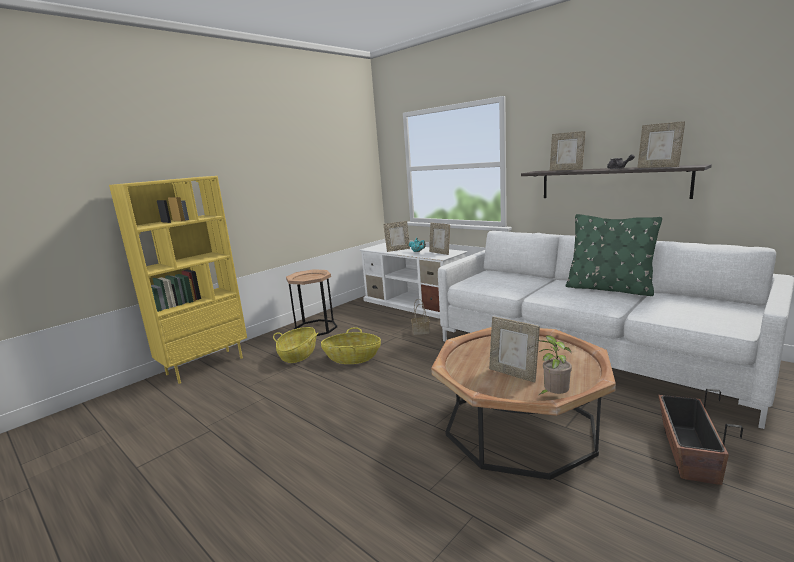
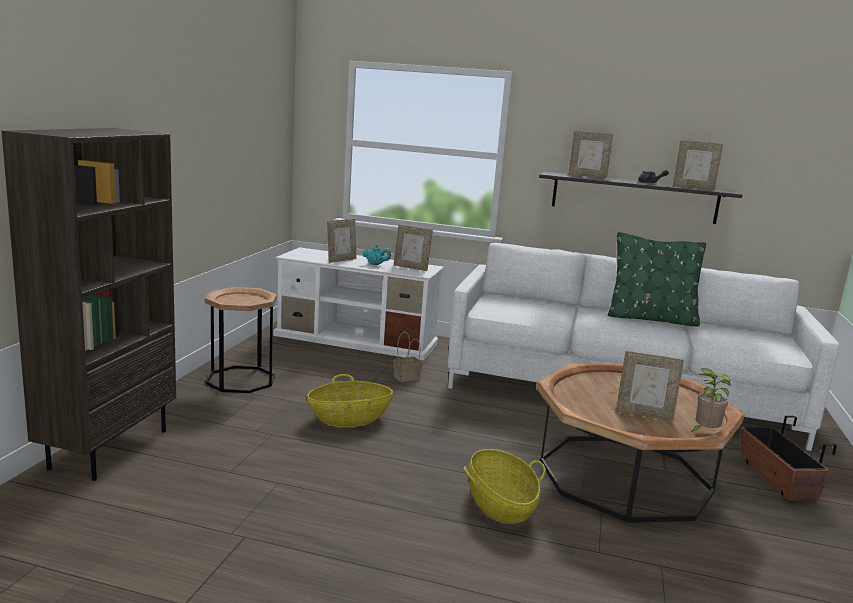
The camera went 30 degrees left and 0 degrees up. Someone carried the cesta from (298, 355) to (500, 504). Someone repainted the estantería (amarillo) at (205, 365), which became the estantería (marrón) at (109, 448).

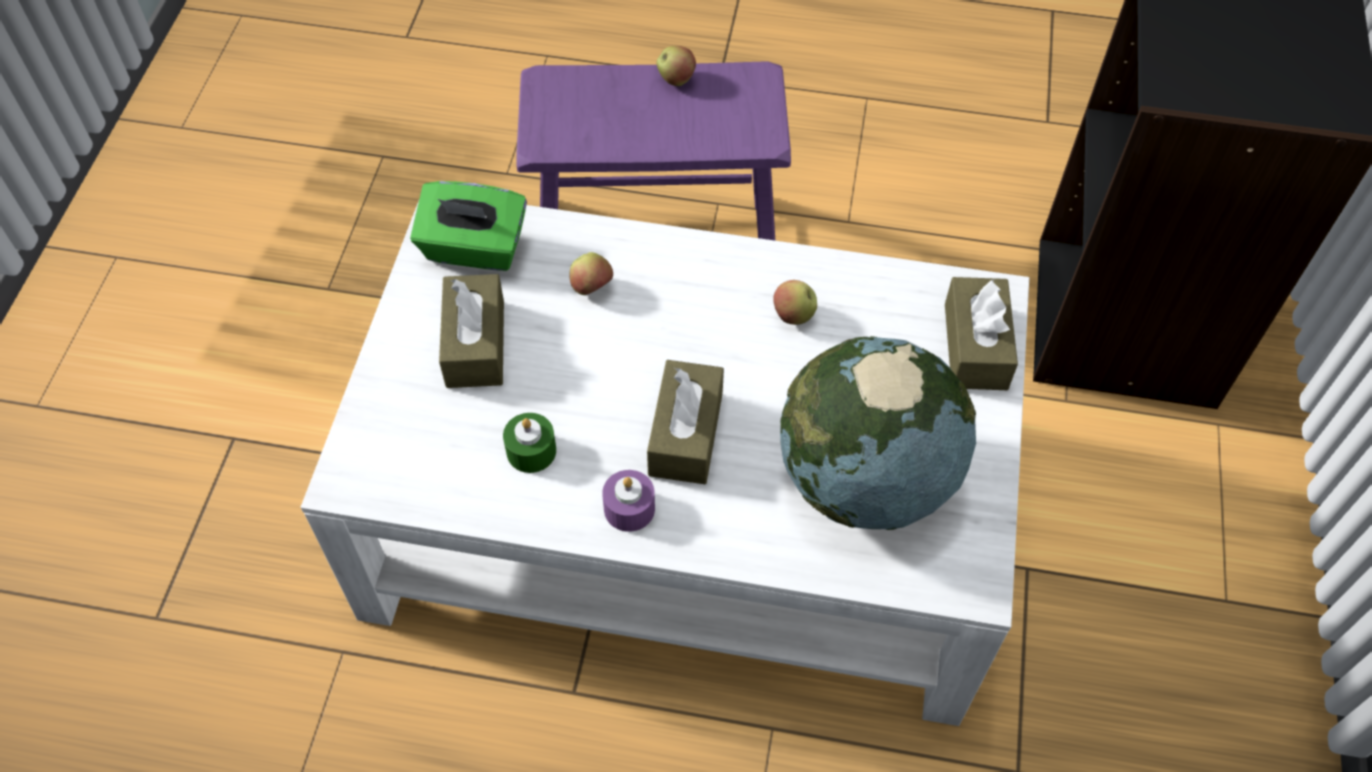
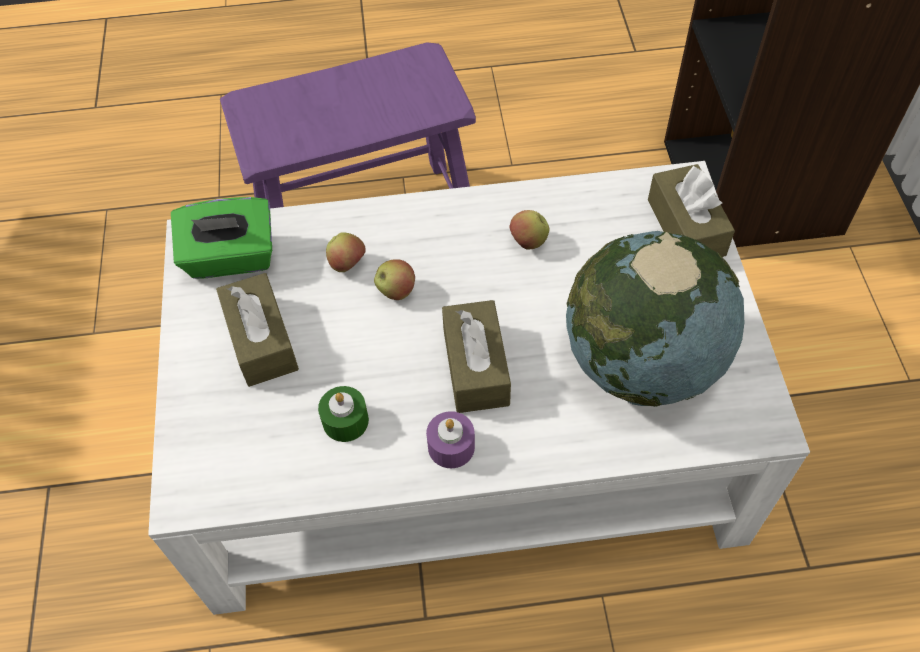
The camera went 15 degrees left and 0 degrees up. Someone carried the manzana from (676, 80) to (396, 291).

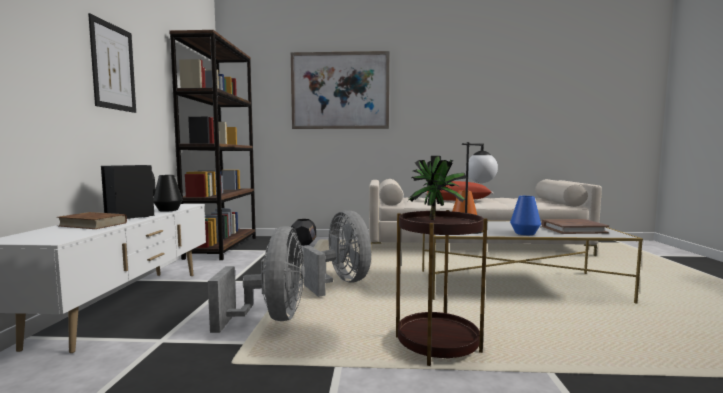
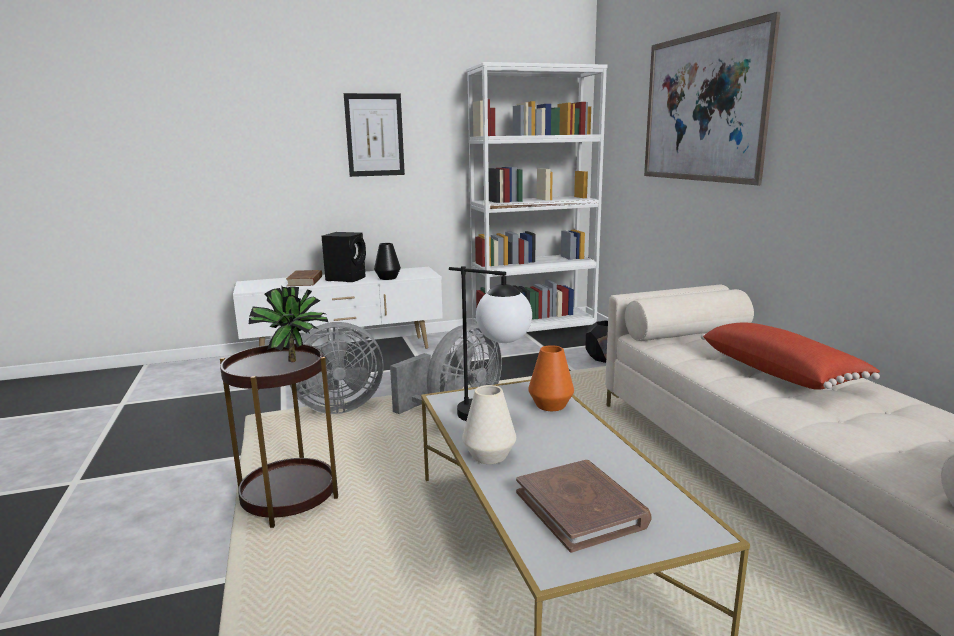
The camera went 70 degrees right and 10 degrees up. Someone repainted the estantería (marrón) at (222, 247), which became the estantería (blanco) at (534, 330). Someone repainted the florero (azul) at (524, 233), which became the florero (blanco) at (489, 455).

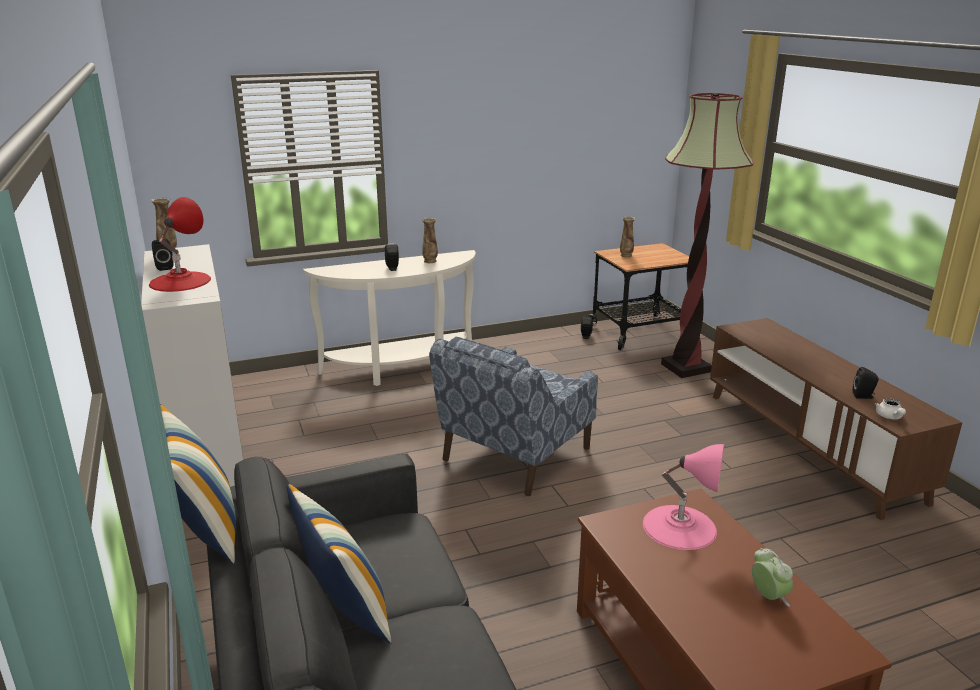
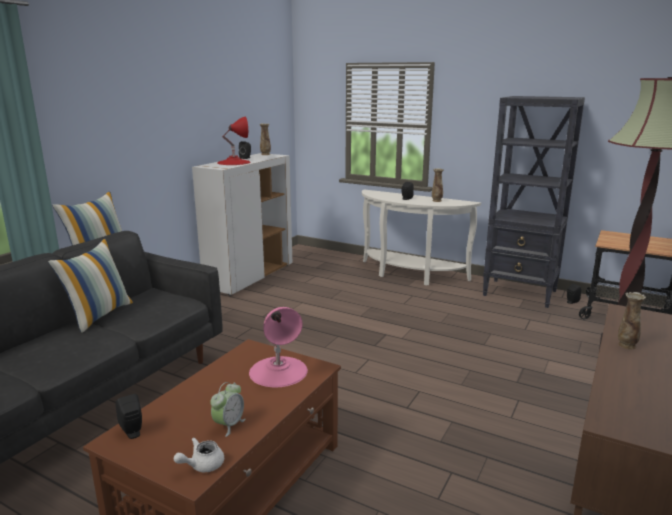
The camera went 50 degrees right and 5 degrees down. Someone took away the sillón (azul) at (514, 456). Someone put down the estantería (negro) at (520, 293). Someone carried the florero from (626, 256) to (626, 345). Someone carried the altavoz (negro) from (864, 396) to (133, 432). Someone carried the tetera (blanco) from (889, 417) to (202, 465).

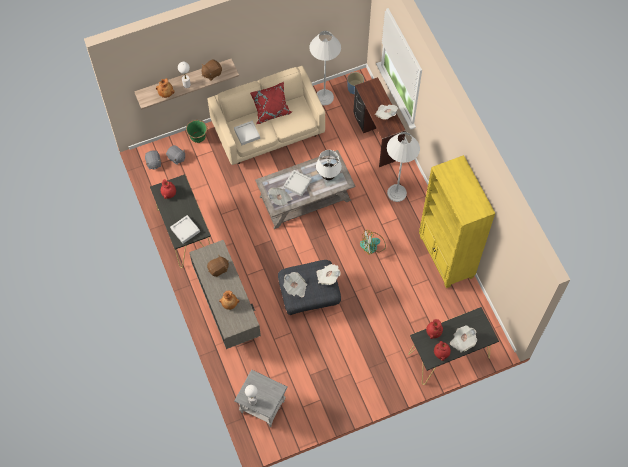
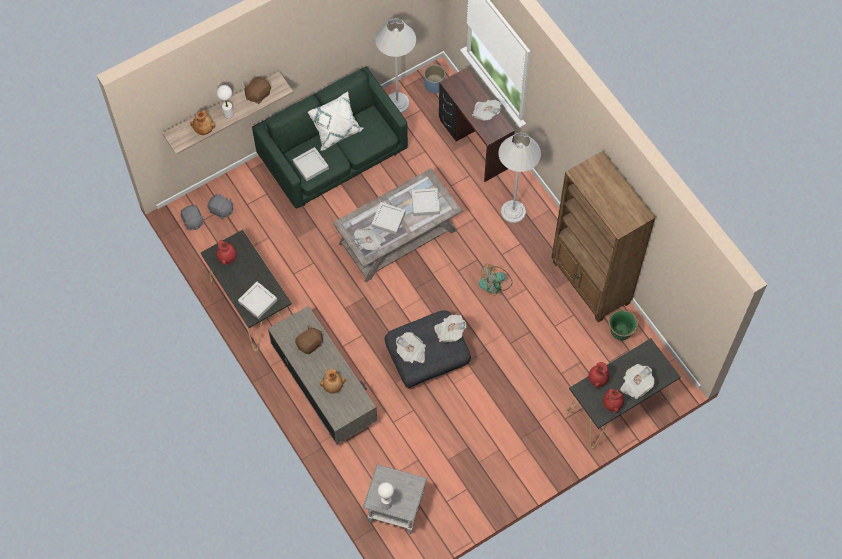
The camera went 10 degrees left and 0 degrees up. Someone carried the maceta (verde) from (198, 137) to (620, 332). Someone swapped the lámpara de mesa (blanco) at (328, 176) for the bandeja (gris) at (425, 203). Someone repainted the sofá (beis) at (268, 131), which became the sofá (verde) at (334, 157). Someone repainted the cojín (rojo) at (271, 111), which became the cojín (blanco) at (336, 131). Someone repainted the estantería (amarillo) at (446, 257), which became the estantería (marrón) at (590, 283).

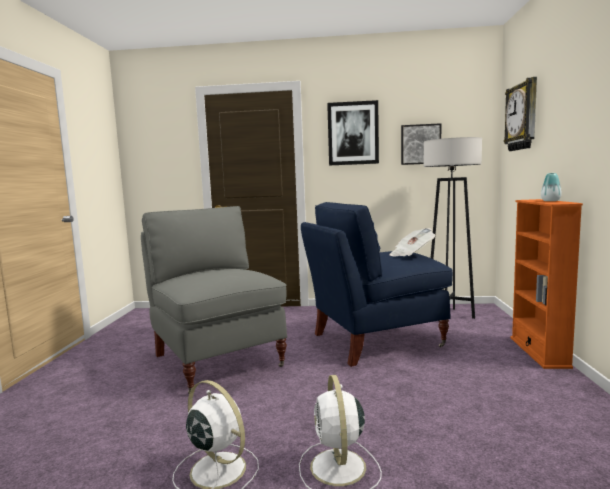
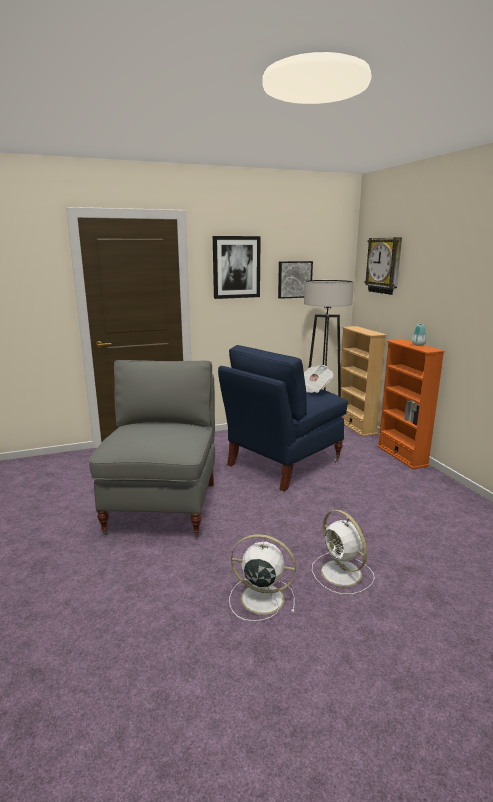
The camera went 25 degrees left and 10 degrees up. Someone put down the estantería (beis) at (355, 426). Someone rotated the sillón (gris) at (217, 360) by 60 degrees clockwise.

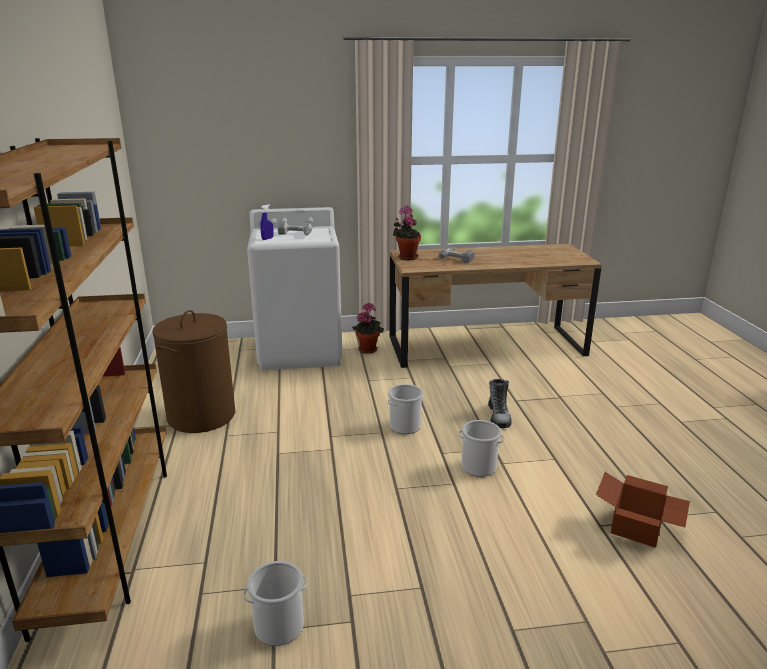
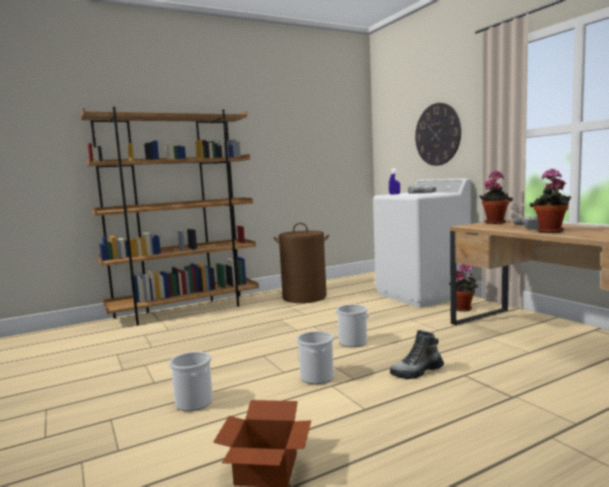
The camera went 70 degrees right and 15 degrees down. Someone put up the reloj de pared at (437, 134). Someone put down the planta en maceta at (550, 232). Someone carried the cubo from (278, 627) to (193, 402).

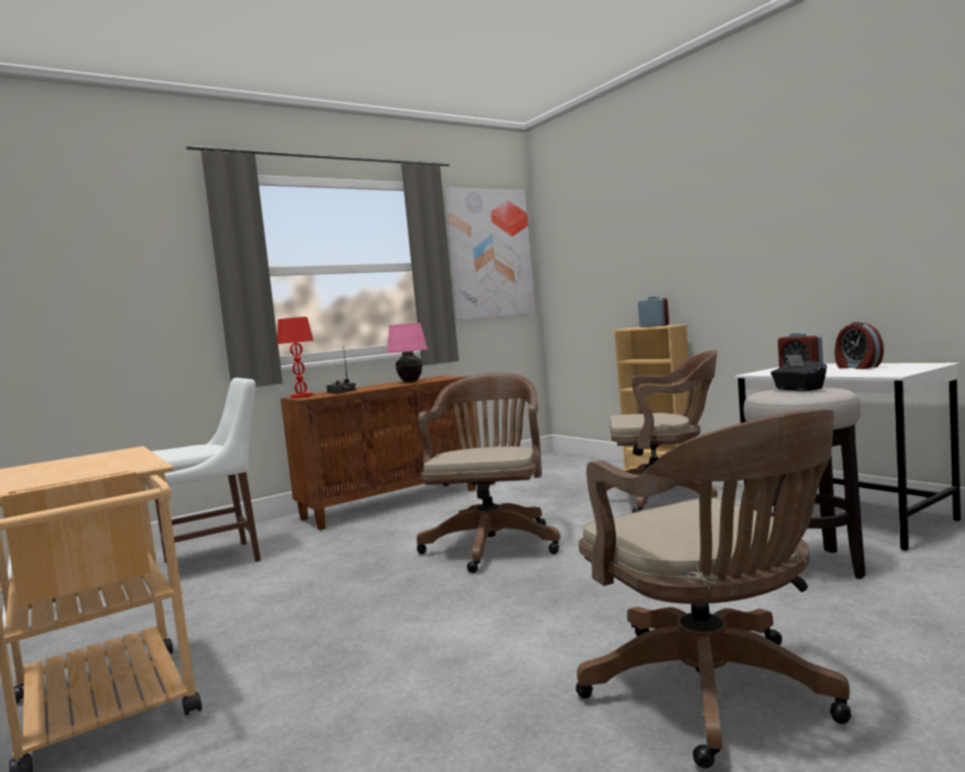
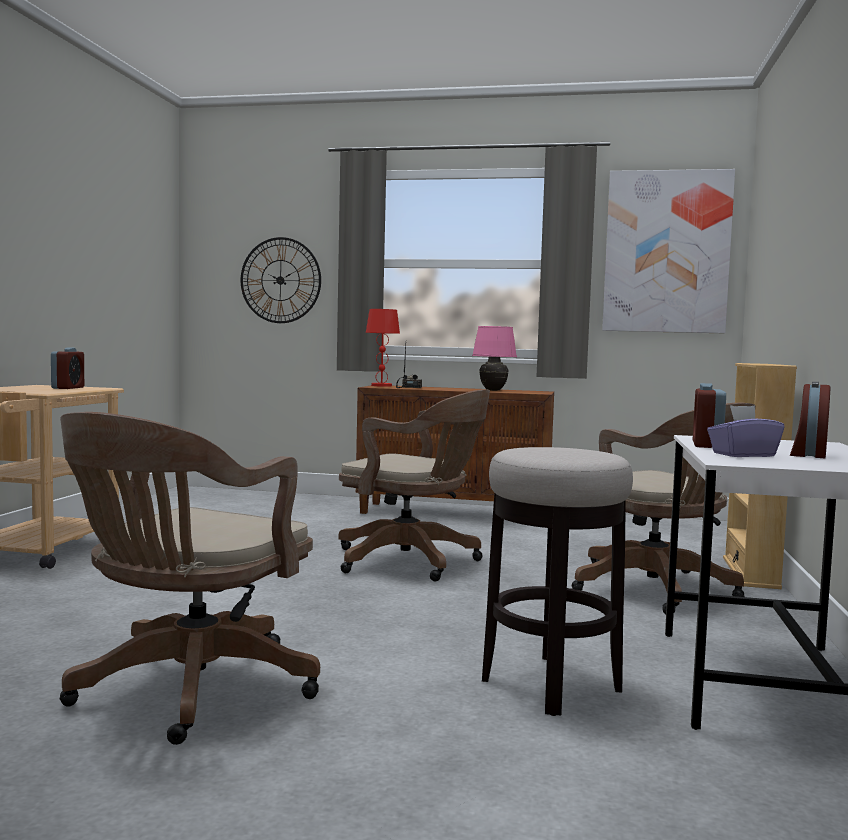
The camera went 45 degrees right and 0 degrees up. Someone took away the silla (blanco) at (218, 560). Someone took away the caja de pañuelos (negro) at (798, 389). Someone put up the reloj de pared at (280, 280). Someone put down the caja de pañuelos (morado) at (743, 455). Someone carried the despertador from (654, 326) to (68, 388). Someone rotated the silla de oficina (marrón) at (493, 543) by 60 degrees clockwise.

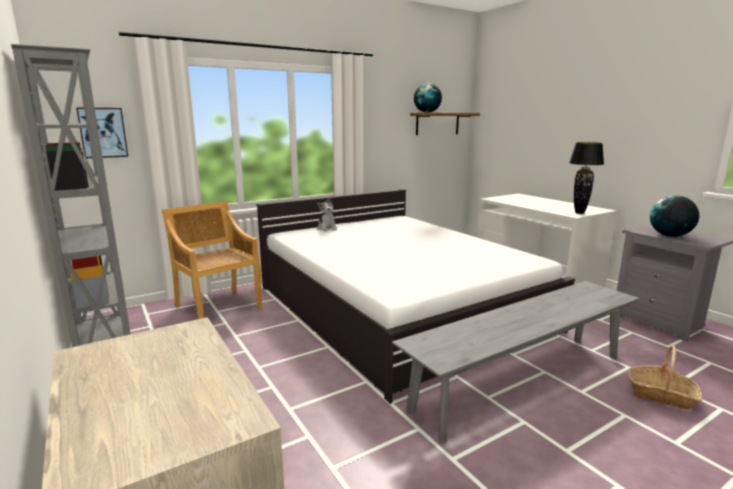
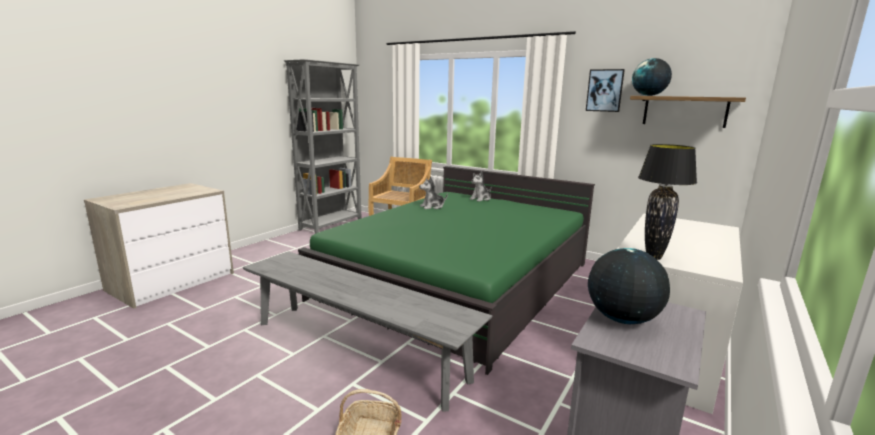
The camera went 65 degrees right and 0 degrees up. Someone put down the peluche at (432, 207). Someone carried the cuadro from (103, 132) to (604, 90). Someone repainted the cama (blanco) at (396, 307), which became the cama (verde) at (459, 280).

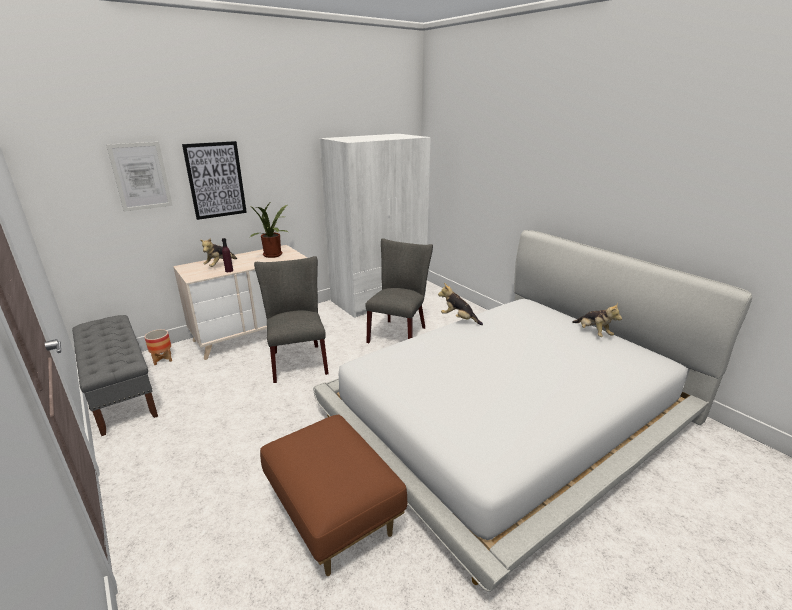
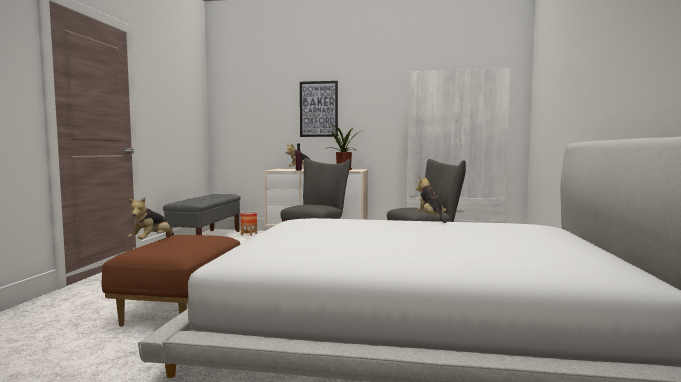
The camera went 45 degrees right and 20 degrees down. Someone took away the cuadro at (141, 176). Someone carried the peluche from (593, 333) to (152, 241).

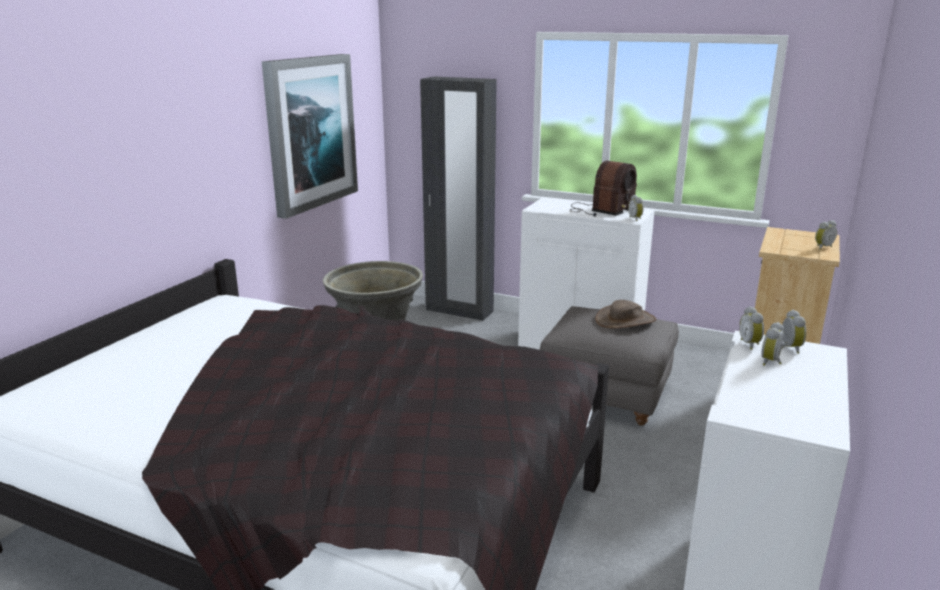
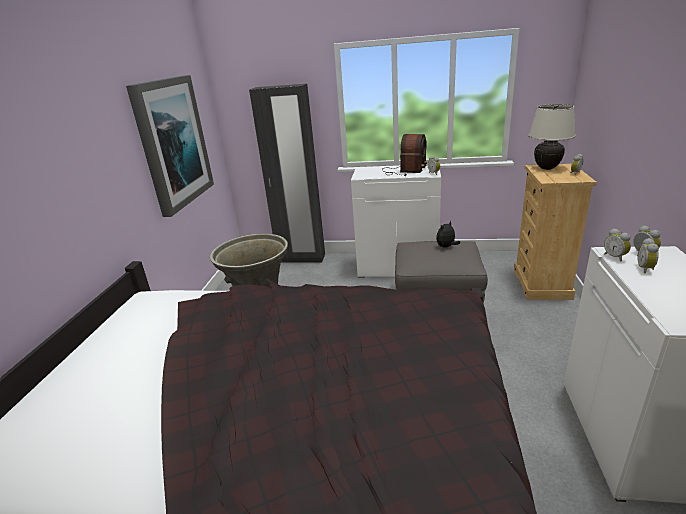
The camera went 15 degrees left and 5 degrees up. Someone put down the lámpara de mesa (beis) at (546, 168). Someone swapped the sombrero (marrón) at (625, 320) for the peluche at (446, 247).

